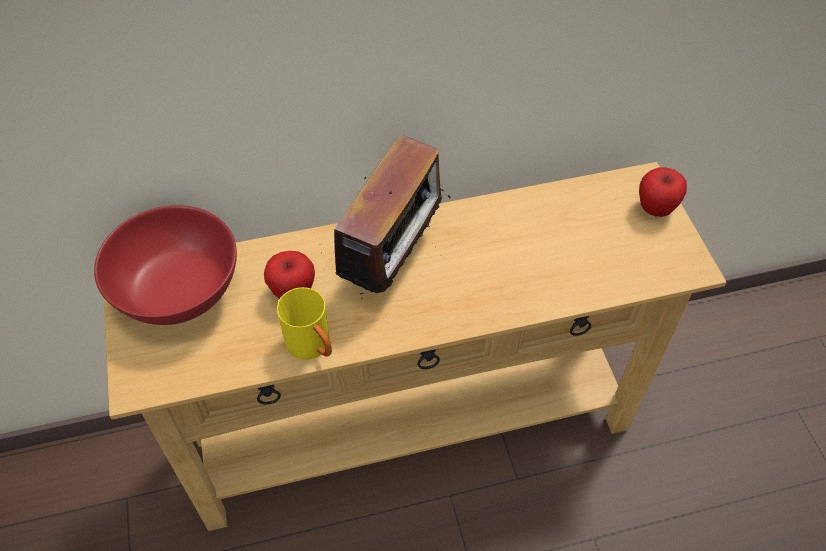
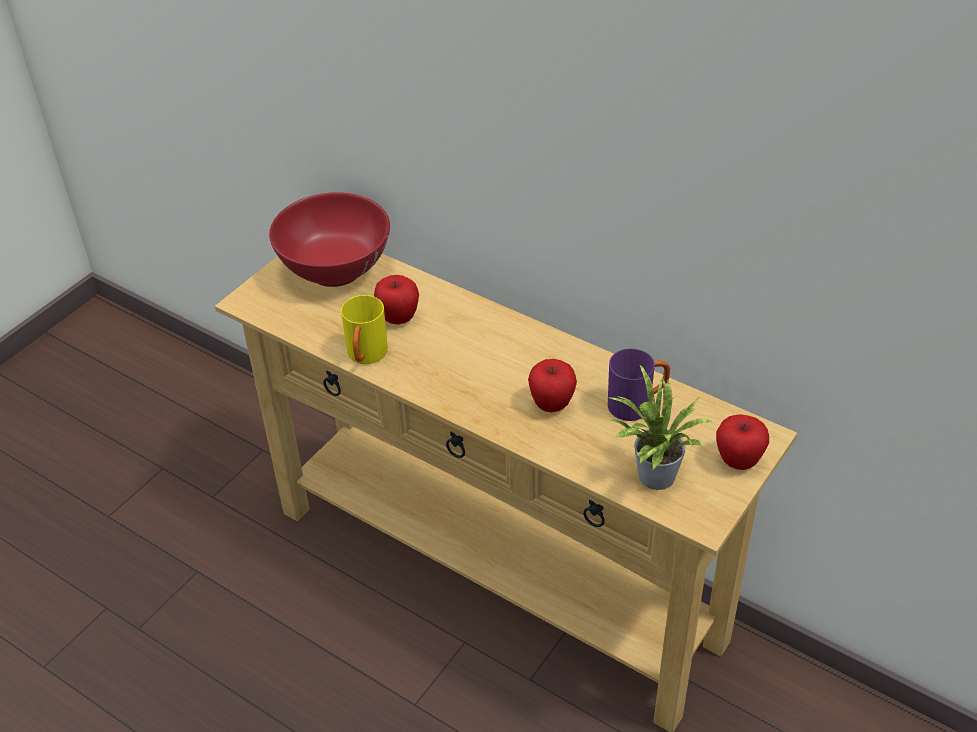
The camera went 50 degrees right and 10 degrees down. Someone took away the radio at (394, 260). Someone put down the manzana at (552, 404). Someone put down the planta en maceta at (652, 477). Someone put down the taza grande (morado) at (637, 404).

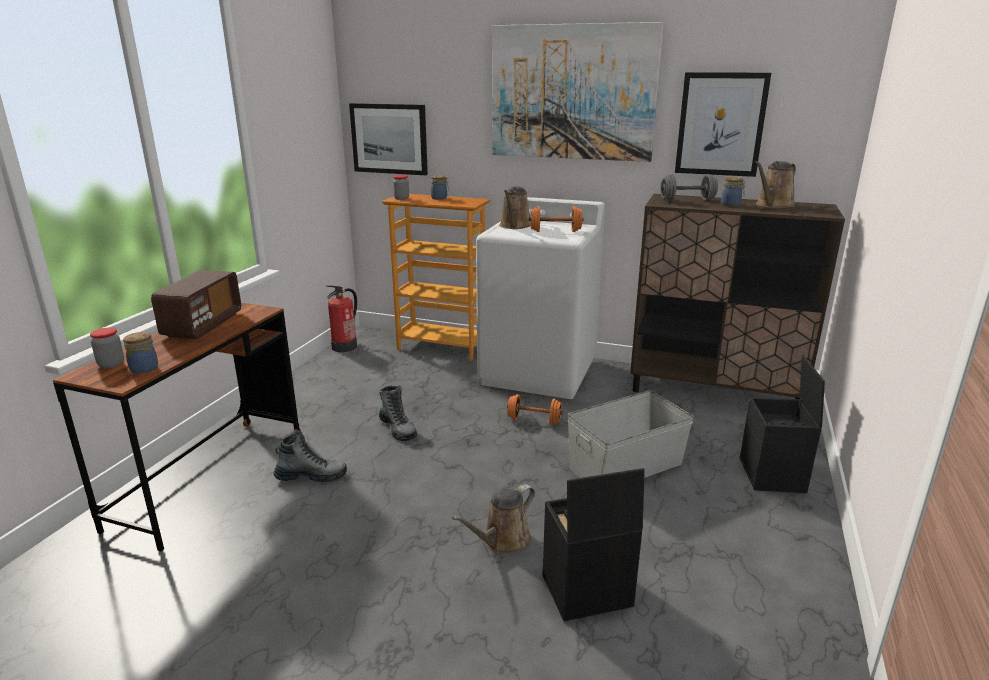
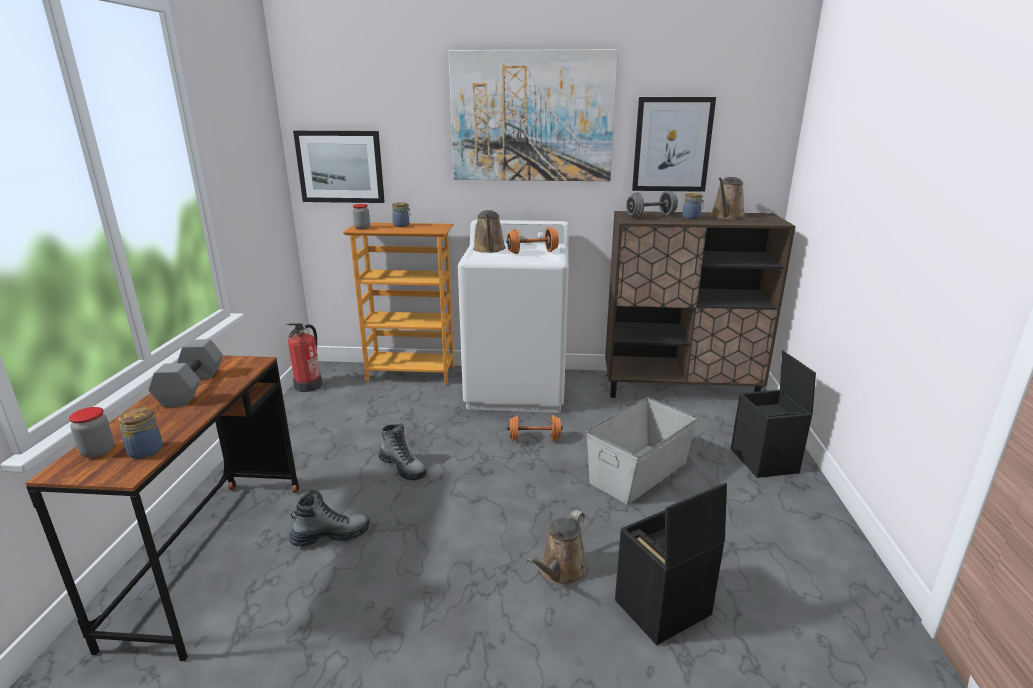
The camera went 15 degrees left and 0 degrees up. Someone swapped the radio at (203, 325) for the mancuerna (gris) at (190, 387).

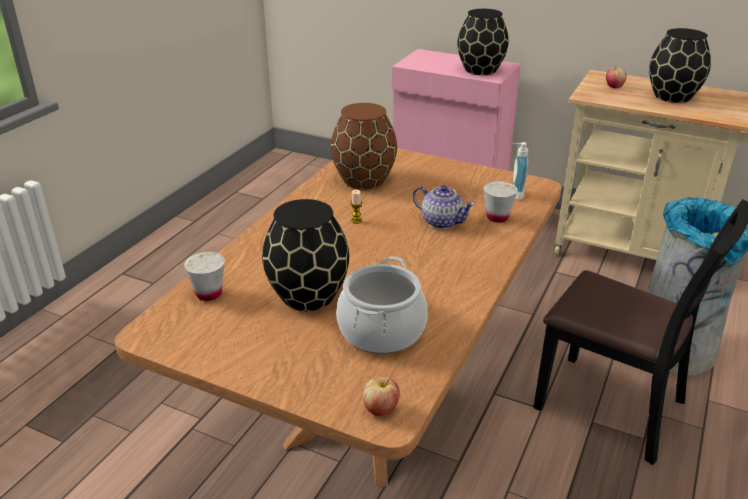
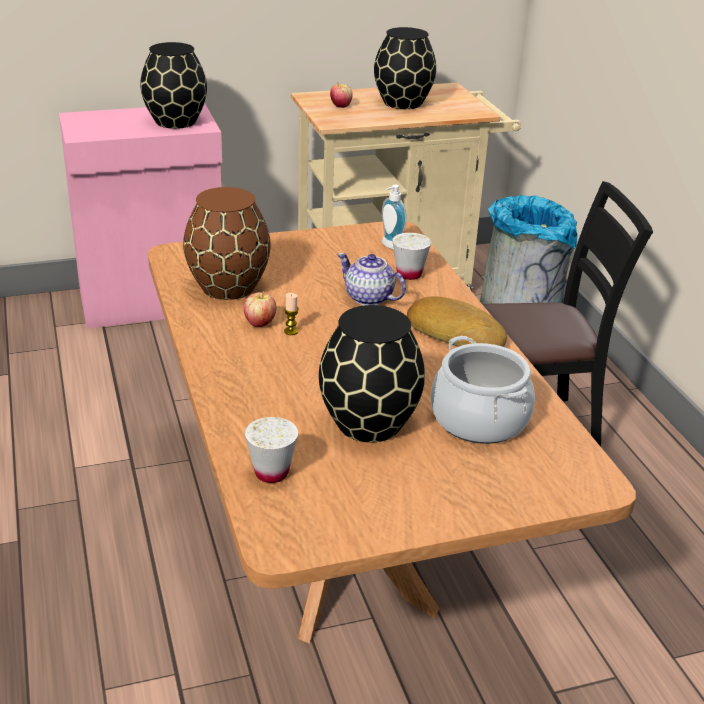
The camera went 45 degrees left and 0 degrees up. Someone put down the pan at (455, 332). Someone carried the manzana from (380, 409) to (260, 323). Someone rotated the tetera at (441, 221) by 135 degrees counterclockwise.

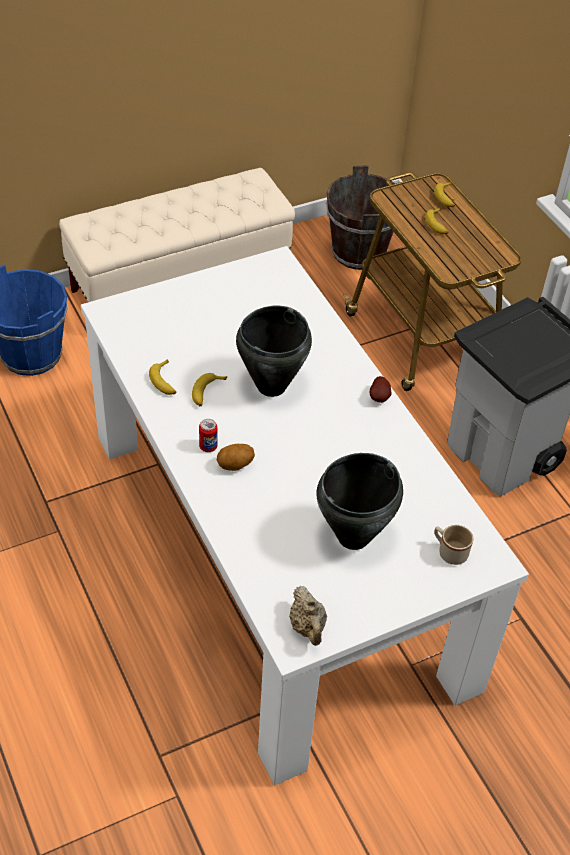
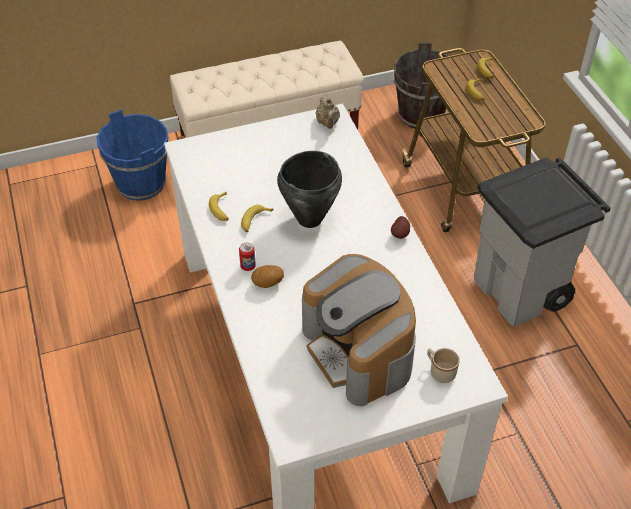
The camera went 10 degrees right and 0 degrees up. Someone carried the tetera (beis) from (308, 627) to (327, 123). Someone swapped the olla (negro) at (354, 537) for the cafetera at (359, 352).

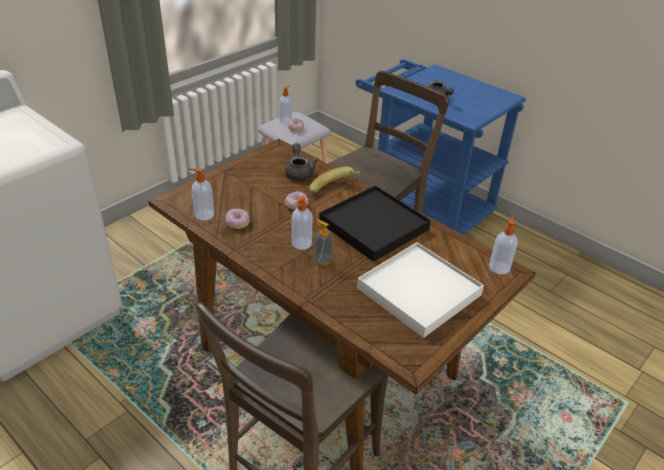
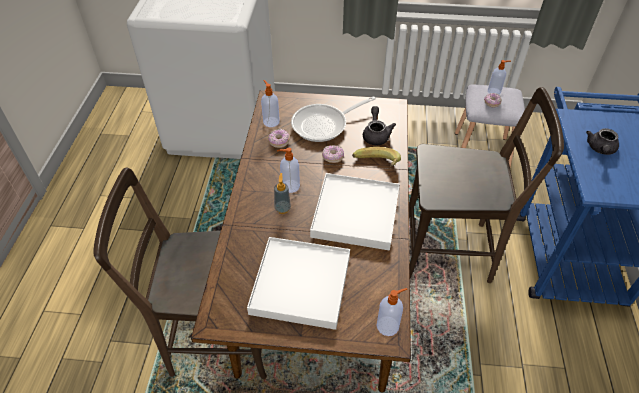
The camera went 55 degrees right and 10 degrees up. Someone put down the sartén at (324, 125). Someone repainted the bandeja (negro) at (374, 226), which became the bandeja (blanco) at (356, 214). Someone rotated the tetera (gris) at (299, 172) by 45 degrees counterclockwise.

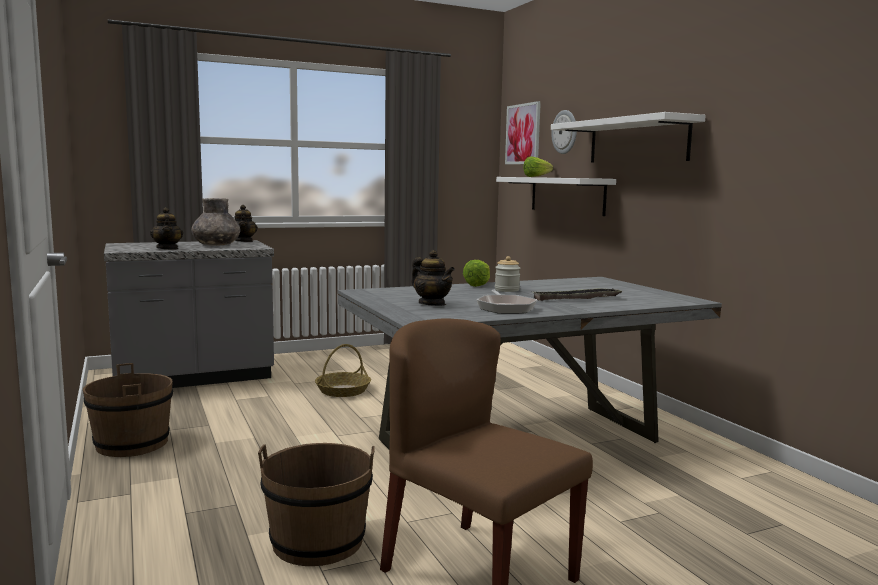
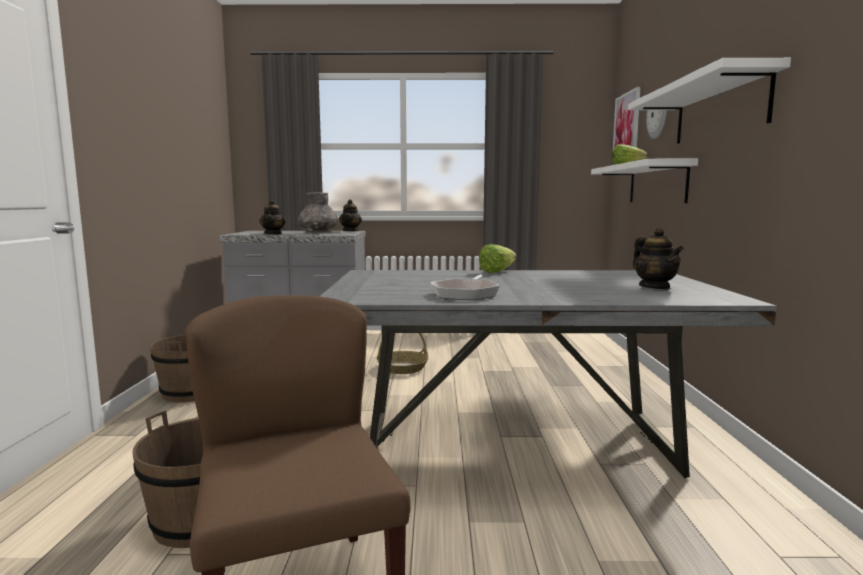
The camera went 25 degrees right and 0 degrees up. Someone took away the tarro at (507, 290). Someone took away the bandeja at (576, 299). Someone carried the tetera from (432, 304) to (655, 287).

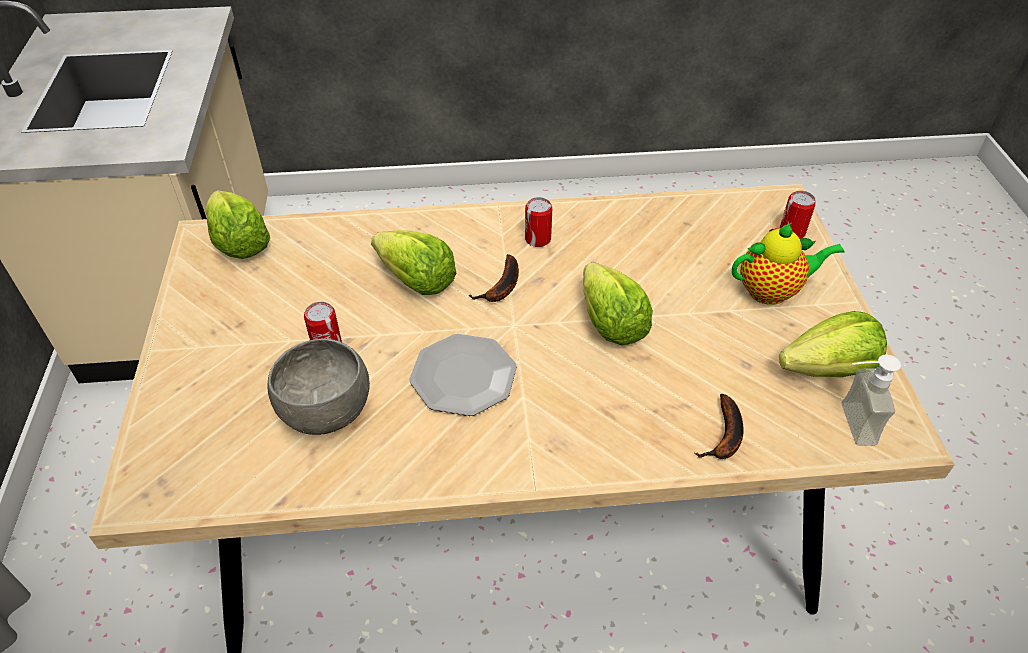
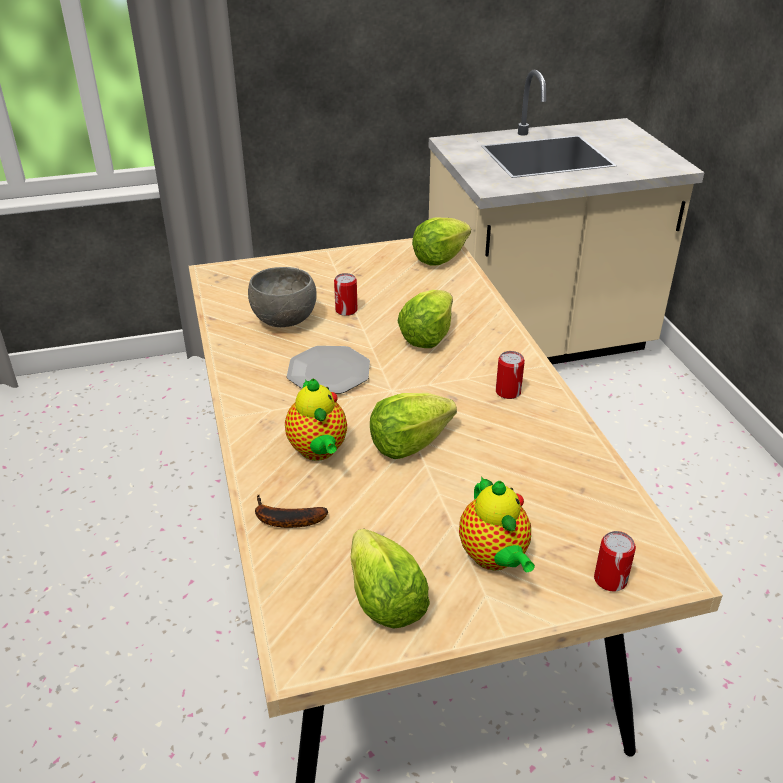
The camera went 80 degrees right and 10 degrees down. Someone took away the plátano at (501, 287). Someone took away the dispensador de jabón at (846, 424). Someone put down the tetera at (318, 451).

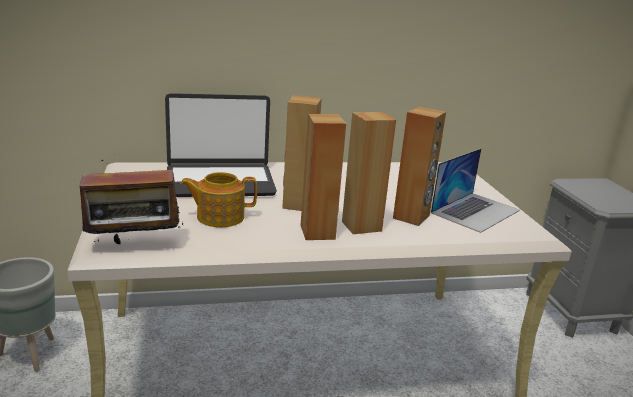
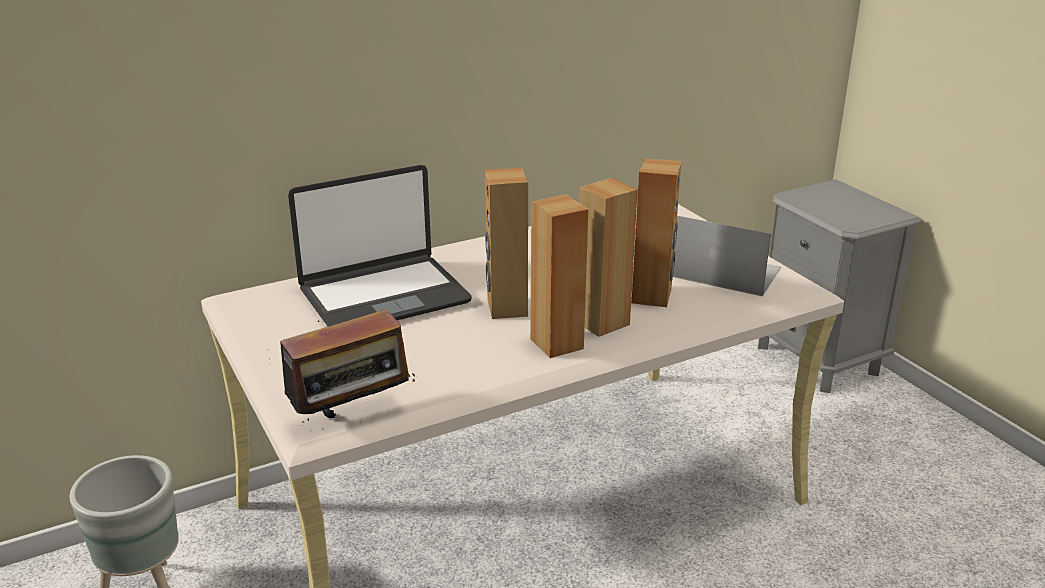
The camera went 15 degrees left and 5 degrees up. Someone took away the tetera at (219, 217). Someone rotated the portátil at (475, 211) by 90 degrees counterclockwise.

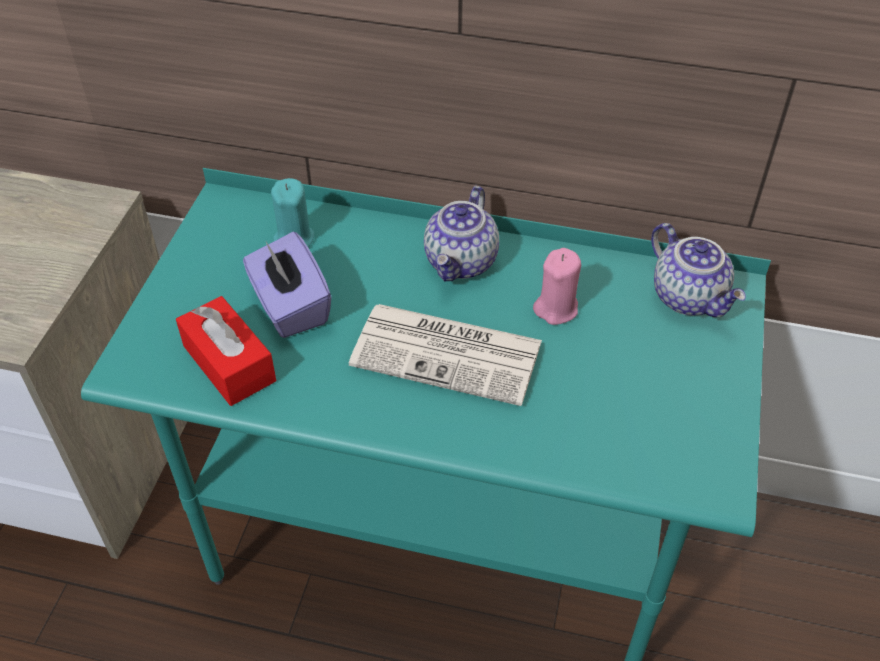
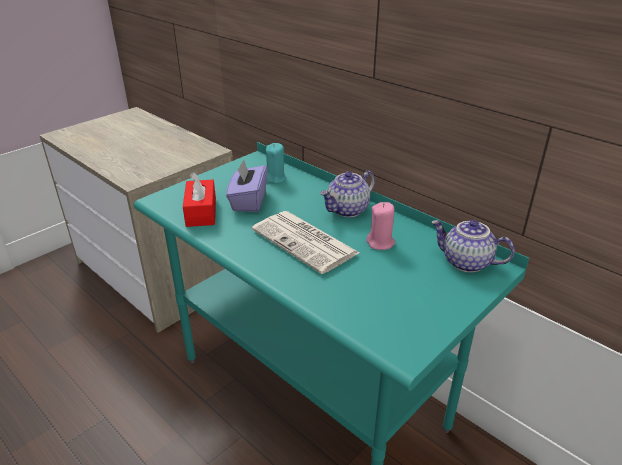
The camera went 30 degrees right and 15 degrees down. Someone rotated the tetera at (690, 297) by 120 degrees clockwise.

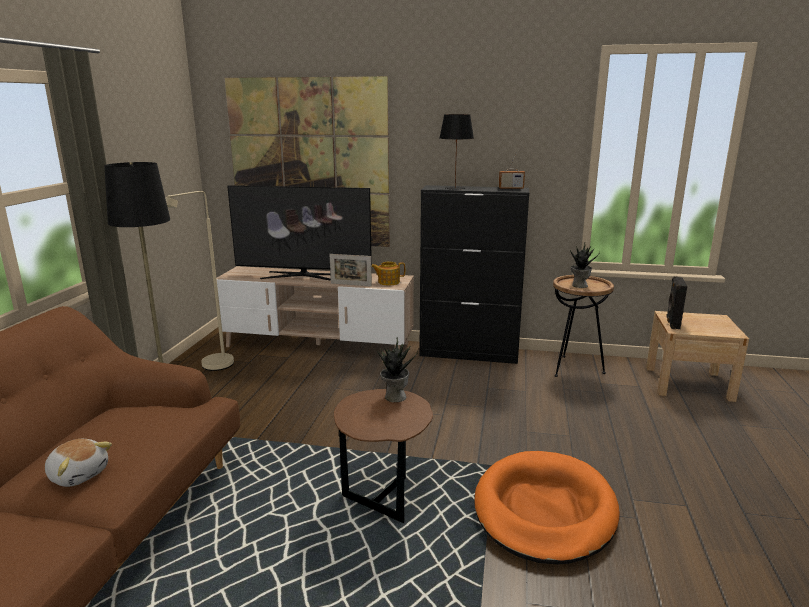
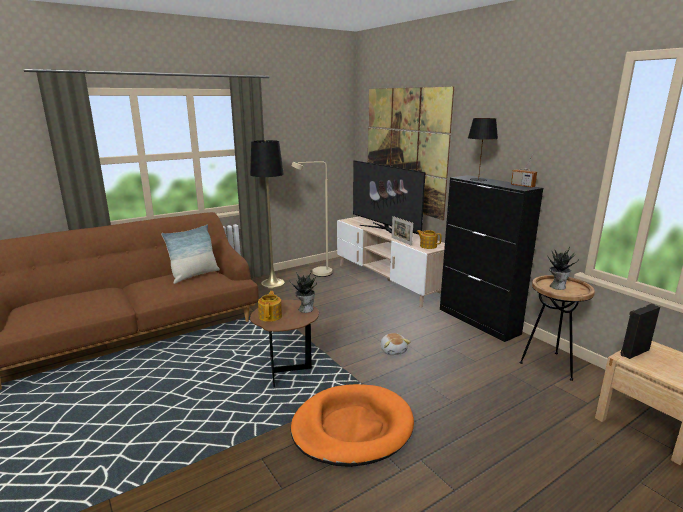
The camera went 45 degrees right and 0 degrees up. Someone put down the cojín at (194, 275). Someone put down the tetera at (270, 316). Someone carried the peluche from (79, 474) to (393, 350).

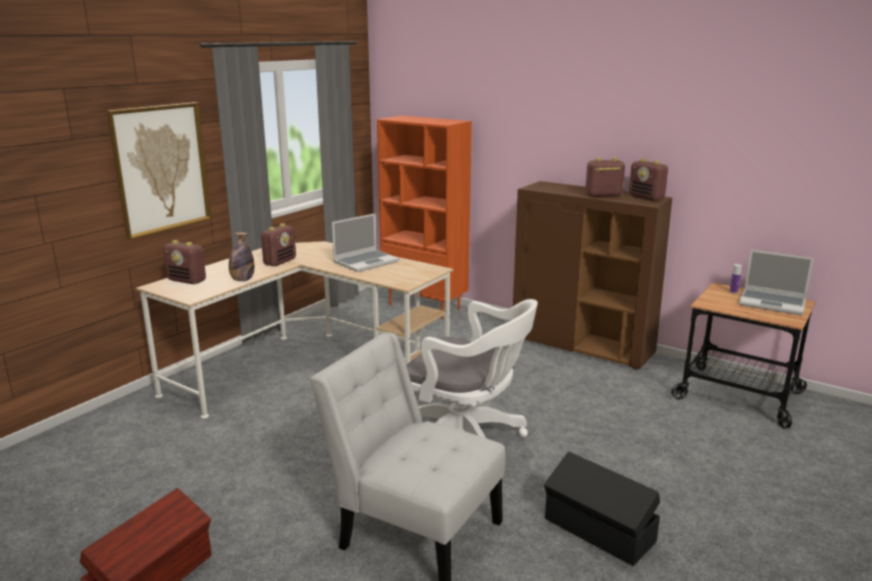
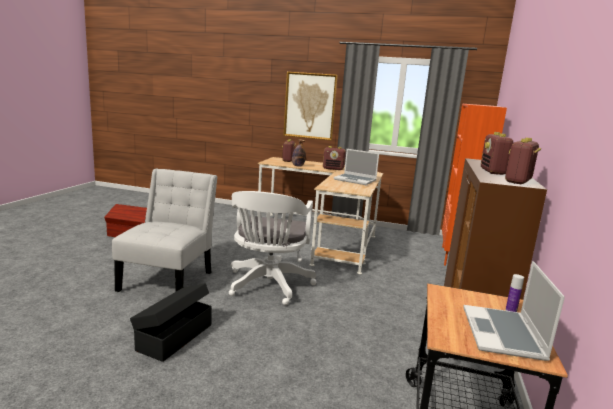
The camera went 70 degrees right and 5 degrees down. Someone rotated the radio at (603, 195) by 150 degrees counterclockwise.

